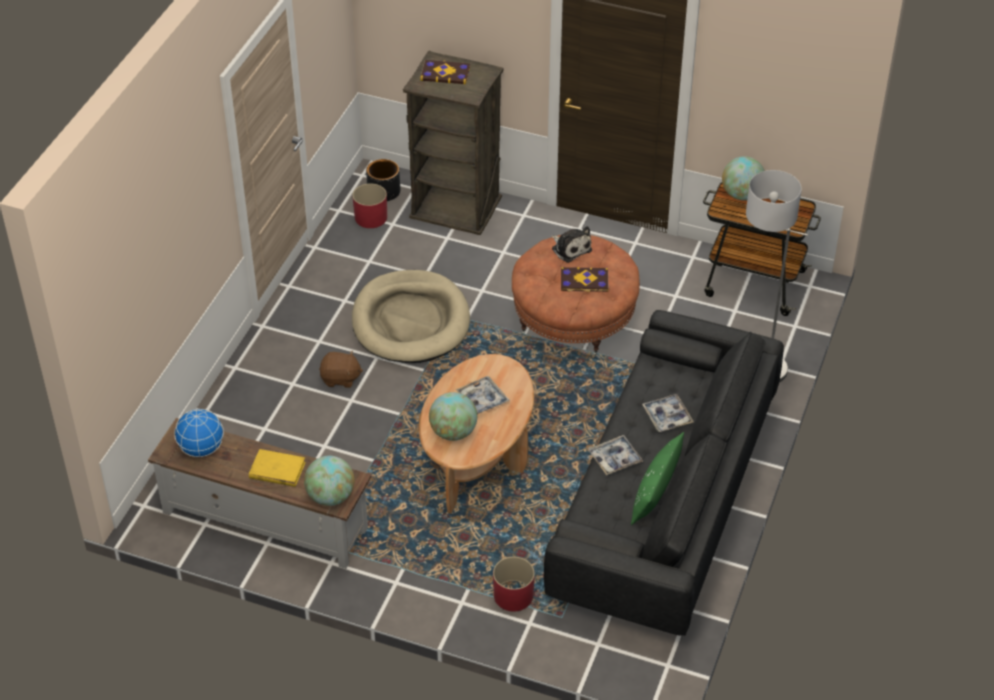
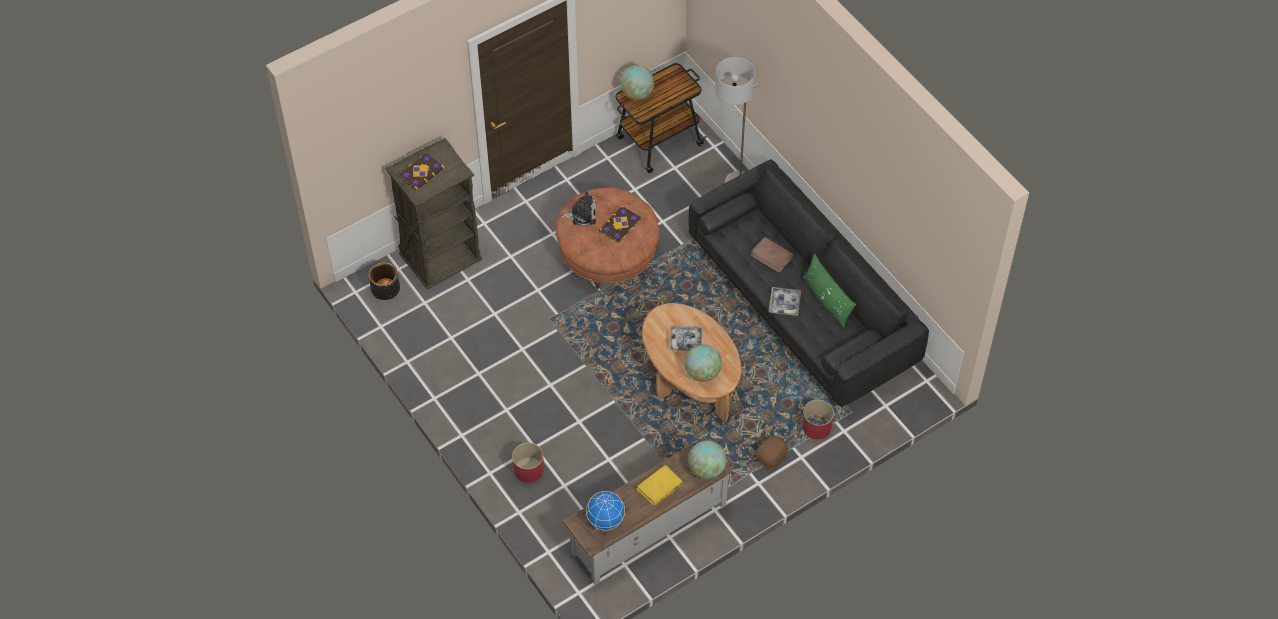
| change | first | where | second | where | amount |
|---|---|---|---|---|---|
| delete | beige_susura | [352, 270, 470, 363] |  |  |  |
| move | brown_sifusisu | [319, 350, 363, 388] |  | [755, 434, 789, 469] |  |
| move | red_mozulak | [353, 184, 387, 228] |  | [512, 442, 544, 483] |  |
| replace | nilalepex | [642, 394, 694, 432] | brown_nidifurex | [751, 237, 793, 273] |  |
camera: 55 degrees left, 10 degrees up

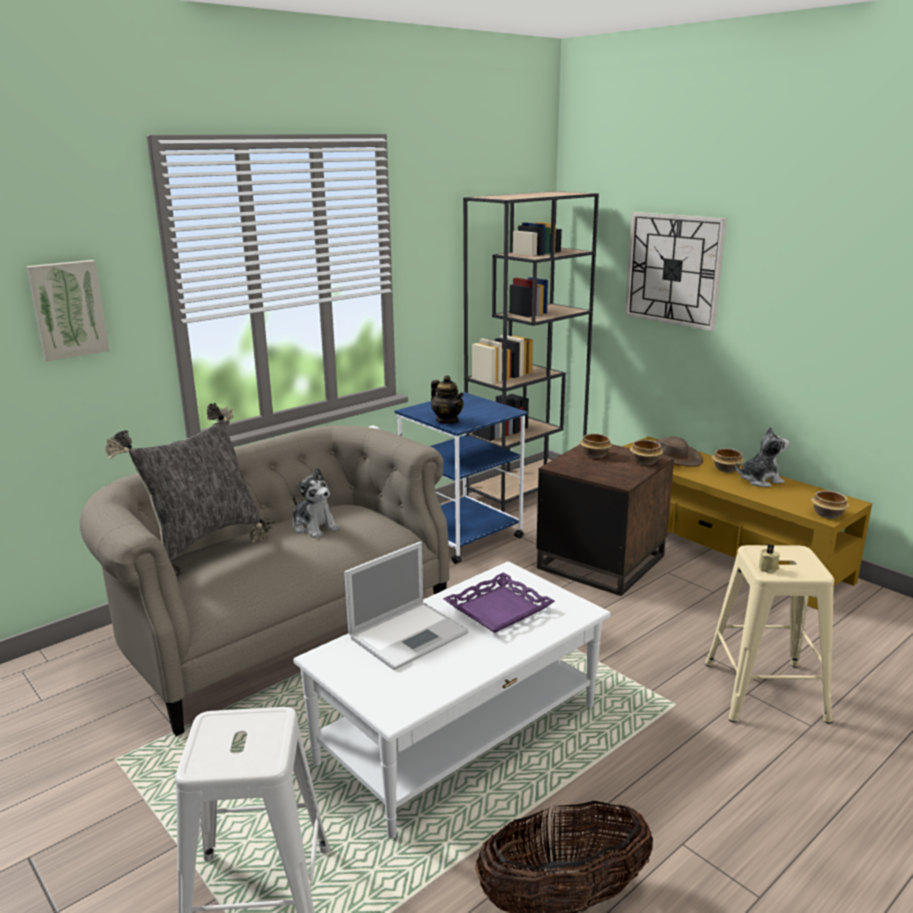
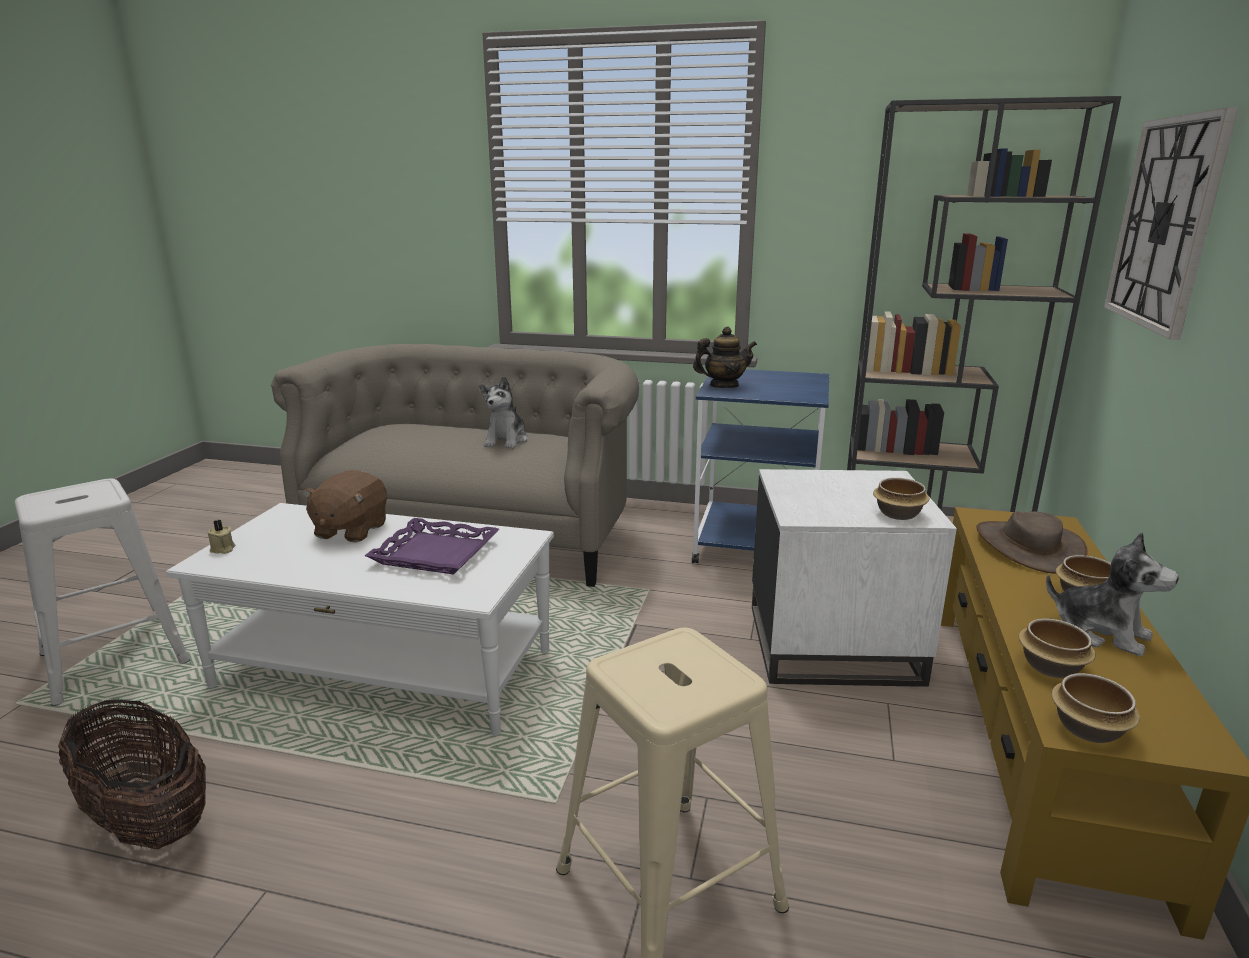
| change | first | where | second | where | amount |
|---|---|---|---|---|---|
| delete | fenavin | [26, 260, 110, 361] |  |  |  |
| delete | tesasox | [105, 403, 274, 576] |  |  |  |
| move | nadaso | [580, 434, 612, 458] |  | [1019, 618, 1096, 678] |  |
| move | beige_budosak | [759, 544, 780, 573] |  | [208, 520, 236, 554] |  |
| replace | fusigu | [344, 542, 469, 670] | brown_sifusisu | [302, 470, 387, 543] |  |
| recolor | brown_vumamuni | [536, 444, 674, 596] | white_vumamuni | [752, 469, 957, 687] |  |
| rotate | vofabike | [431, 375, 463, 424] |  | [693, 326, 757, 388] | 120 degrees counterclockwise |
camera: 55 degrees right, 0 degrees up

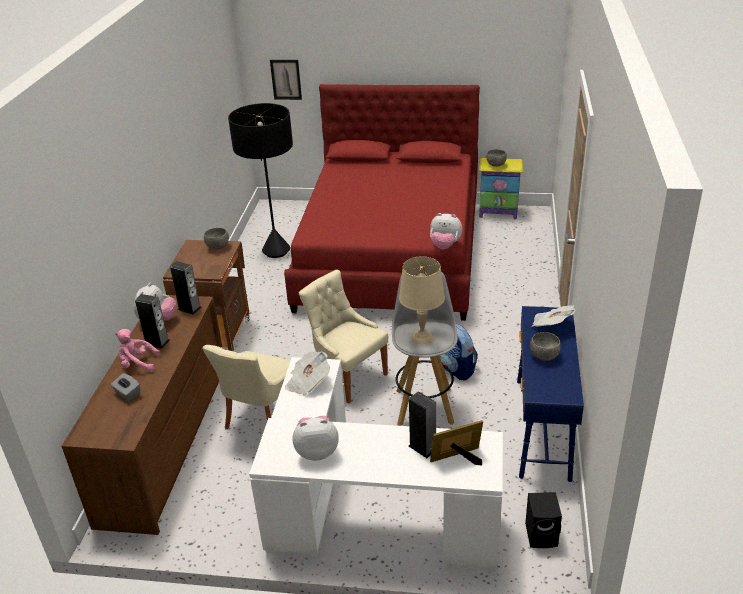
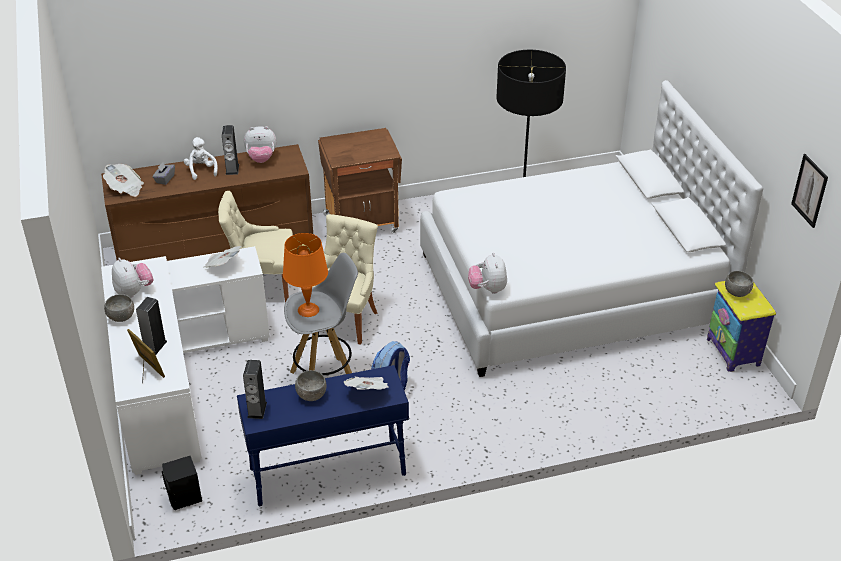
| change | first | where | second | where | amount |
|---|---|---|---|---|---|
| insert |  |  | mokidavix | [103, 164, 144, 197] |  |
| move | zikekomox | [170, 261, 202, 315] |  | [243, 360, 267, 419] |  |
| move | grey_nadaso | [204, 228, 229, 250] |  | [104, 294, 134, 322] |  |
| move | fenavin | [270, 60, 302, 100] |  | [791, 154, 828, 228] |  |
| recolor | pink_sifusisu | [115, 329, 160, 372] | white_sifusisu | [184, 137, 218, 180] |  |
| recolor | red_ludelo | [284, 84, 480, 321] | white_ludelo | [420, 80, 763, 377] |  |
| recolor | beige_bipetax | [399, 256, 445, 344] | orange_bipetax | [283, 233, 328, 317] |  |
camera: 65 degrees right, 5 degrees up

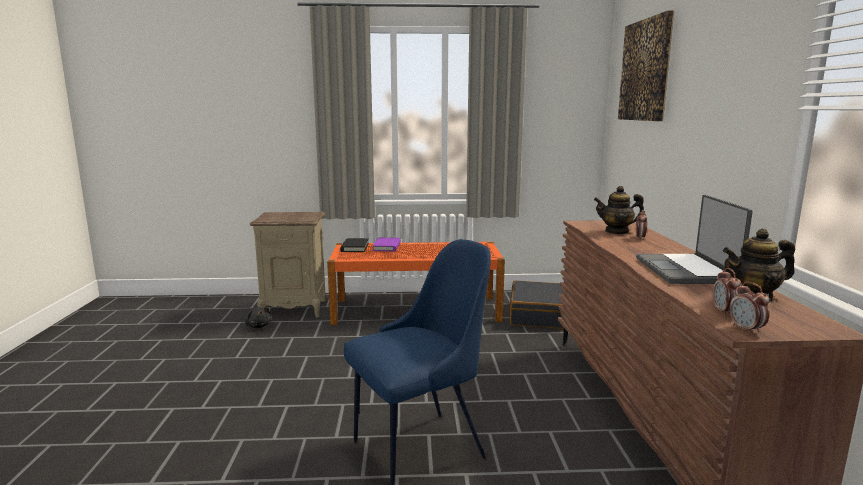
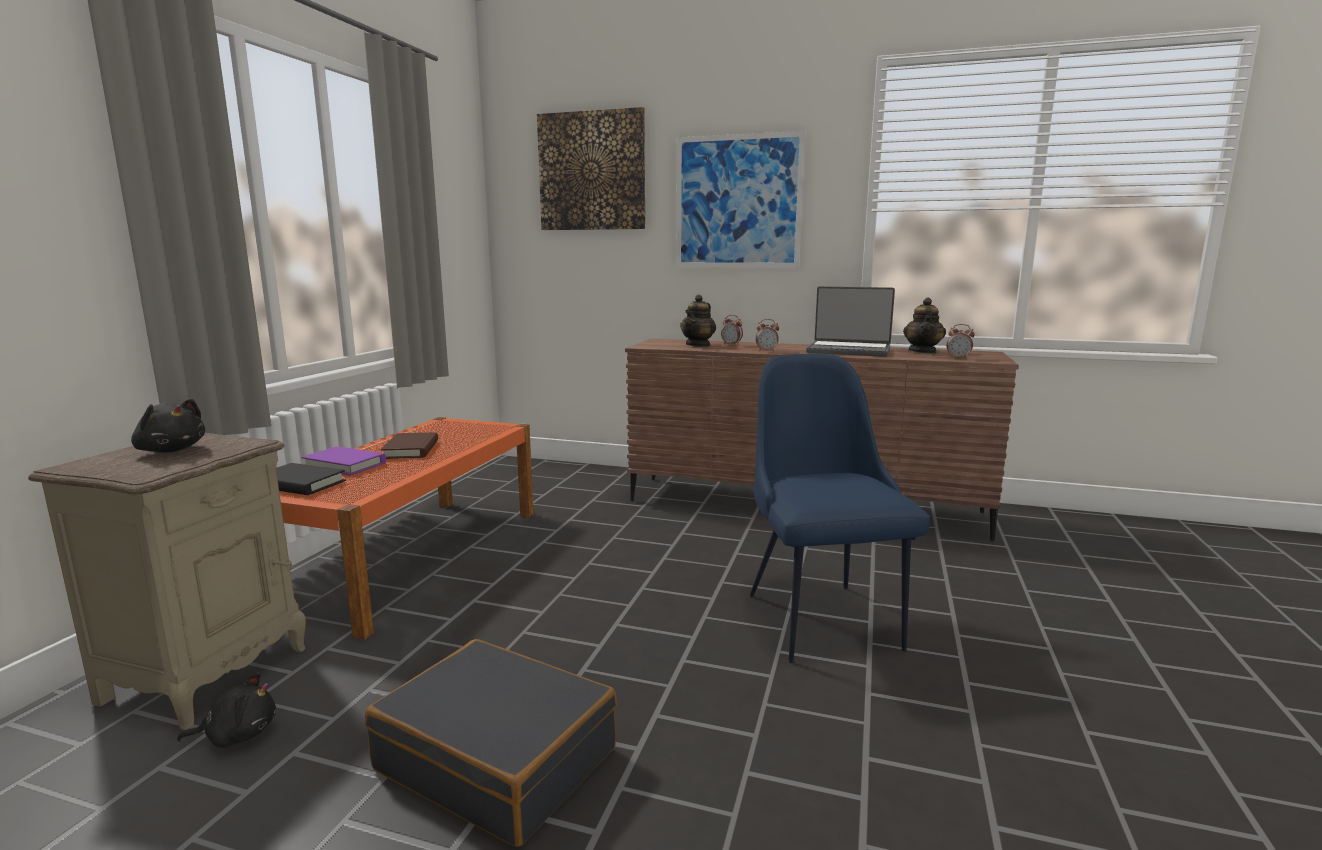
| change | first | where | second | where | amount |
|---|---|---|---|---|---|
| insert |  |  | black_sifusisu | [131, 399, 205, 453] |  |
| insert |  |  | brown_nidifurex | [380, 432, 438, 459] |  |
| insert |  |  | fenavin | [676, 131, 806, 268] |  |
| move | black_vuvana | [510, 280, 564, 329] |  | [365, 639, 617, 847] |  |
| move | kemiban | [729, 282, 770, 335] |  | [755, 319, 779, 352] |  |
camera: 70 degrees left, 0 degrees up

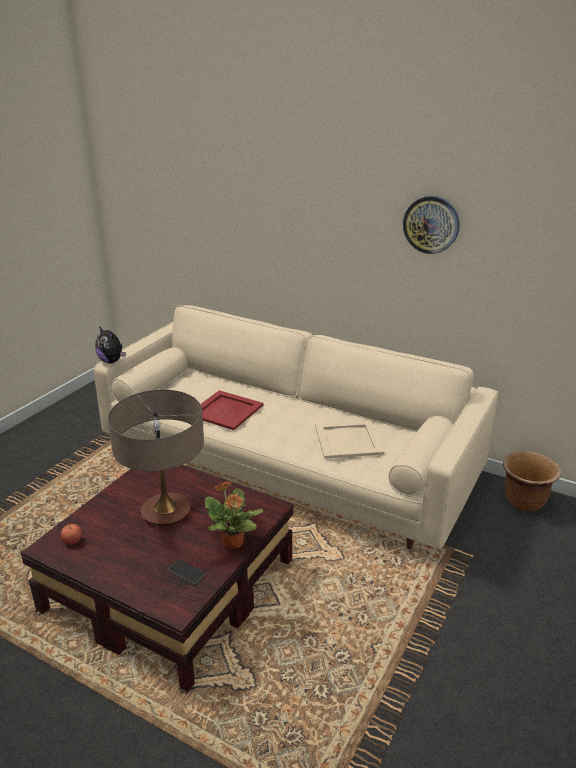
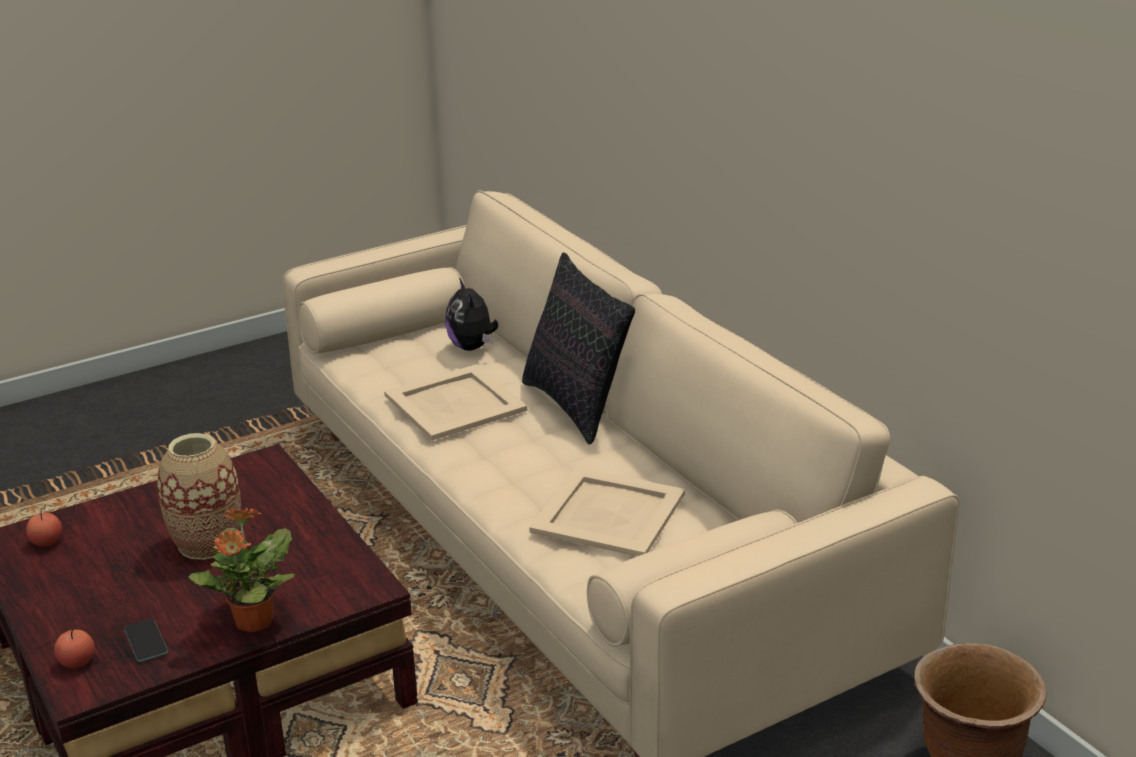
| change | first | where | second | where | amount |
|---|---|---|---|---|---|
| delete | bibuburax | [403, 196, 459, 254] |  |  |  |
| insert |  |  | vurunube | [54, 629, 95, 668] |  |
| insert |  |  | black_tesasox | [522, 252, 635, 445] |  |
| move | sifusisu | [95, 326, 126, 363] |  | [445, 278, 498, 351] |  |
| replace | bipetax | [108, 390, 204, 526] | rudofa | [157, 433, 241, 560] |  |
| recolor | red_nilalepex | [201, 390, 264, 430] | beige_nilalepex | [384, 364, 527, 440] |  |
camera: 30 degrees right, 0 degrees up

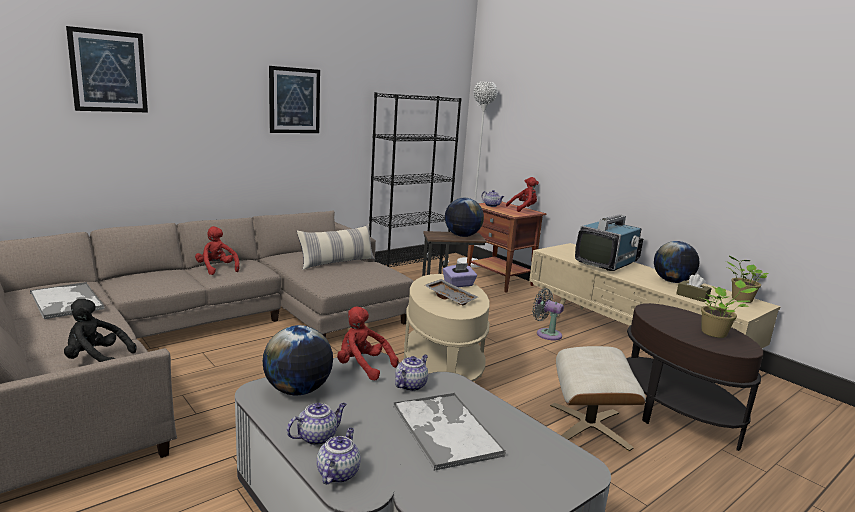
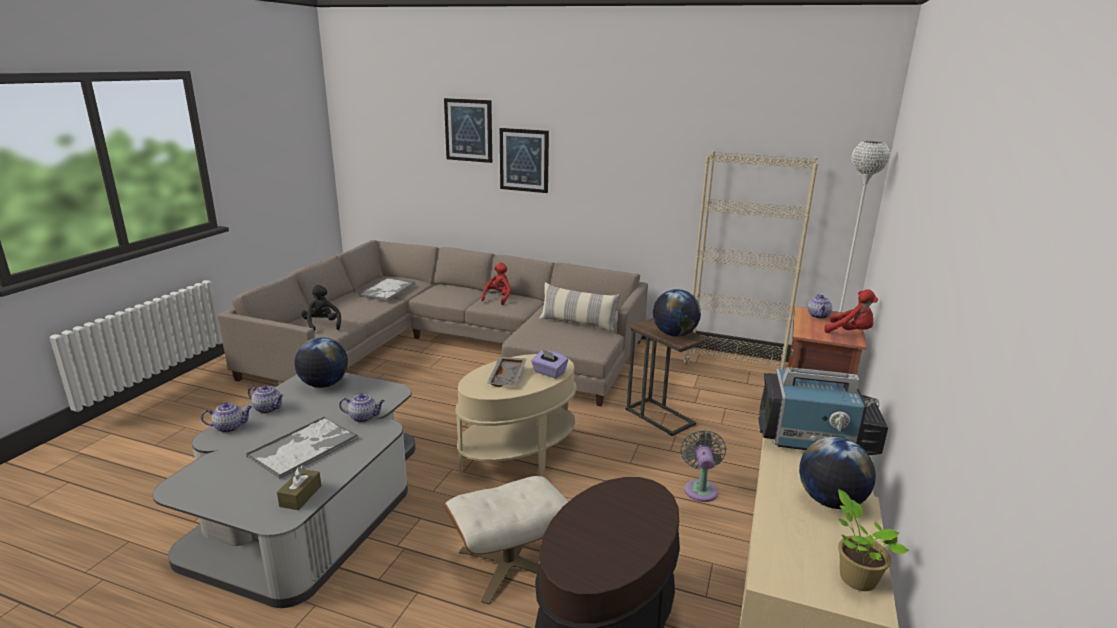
| change | first | where | second | where | amount |
|---|---|---|---|---|---|
| delete | red_sifusisu | [337, 306, 399, 381] |  |  |  |
| delete | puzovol | [698, 280, 757, 338] |  |  |  |
| move | fenavin | [269, 66, 320, 133] |  | [500, 128, 549, 193] |  |
| move | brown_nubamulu | [676, 274, 712, 302] |  | [277, 465, 321, 510] |  |
| recolor | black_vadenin | [369, 92, 462, 268] | beige_vadenin | [684, 151, 818, 370] |  |
camera: 60 degrees right, 5 degrees up

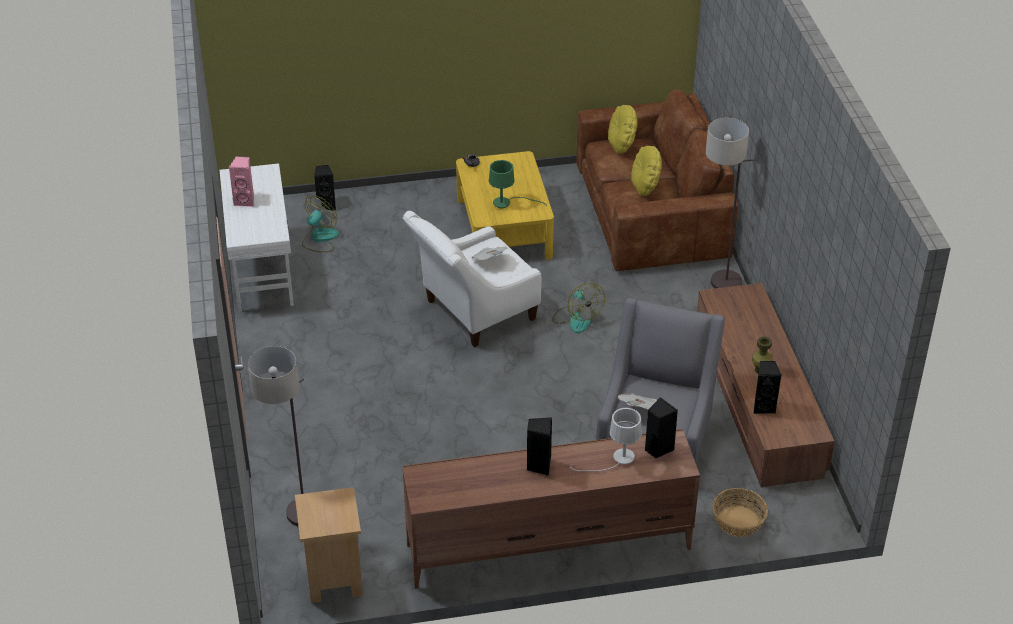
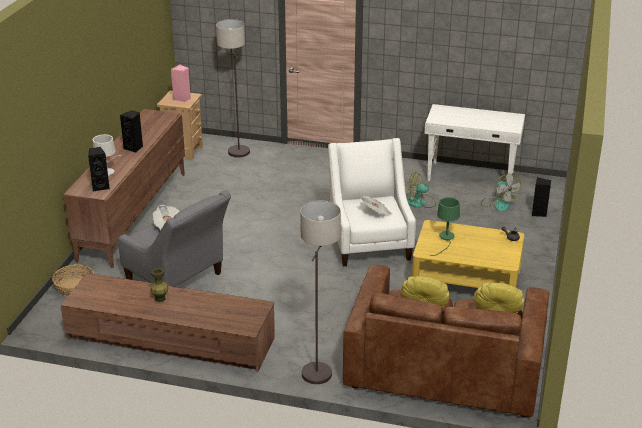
| change | first | where | second | where | amount |
|---|---|---|---|---|---|
| delete | black_zikekomox | [753, 361, 781, 414] |  |  |  |
| move | pink_zikekomox | [228, 156, 254, 207] |  | [171, 64, 191, 102] |  |
| move | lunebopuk | [552, 283, 605, 333] |  | [407, 172, 436, 208] |  |
camera: 115 degrees right, 10 degrees down

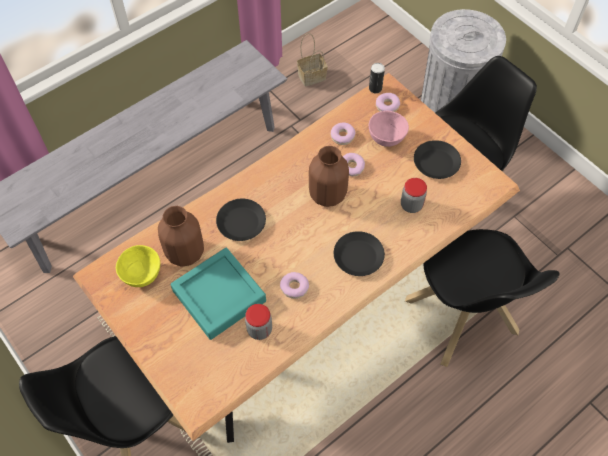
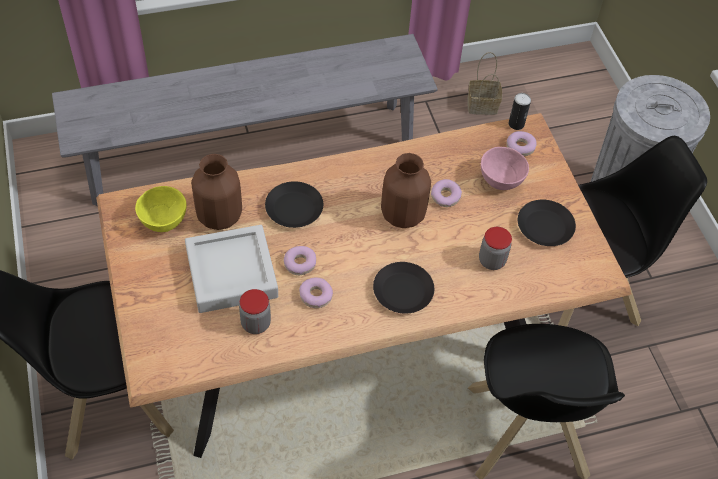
| change | first | where | second | where | amount |
|---|---|---|---|---|---|
| move | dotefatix | [331, 123, 356, 145] |  | [284, 246, 316, 275] |  |
| recolor | turquoise_nilalepex | [170, 248, 266, 340] | grey_nilalepex | [185, 225, 278, 313] |  |
camera: 20 degrees right, 5 degrees down

